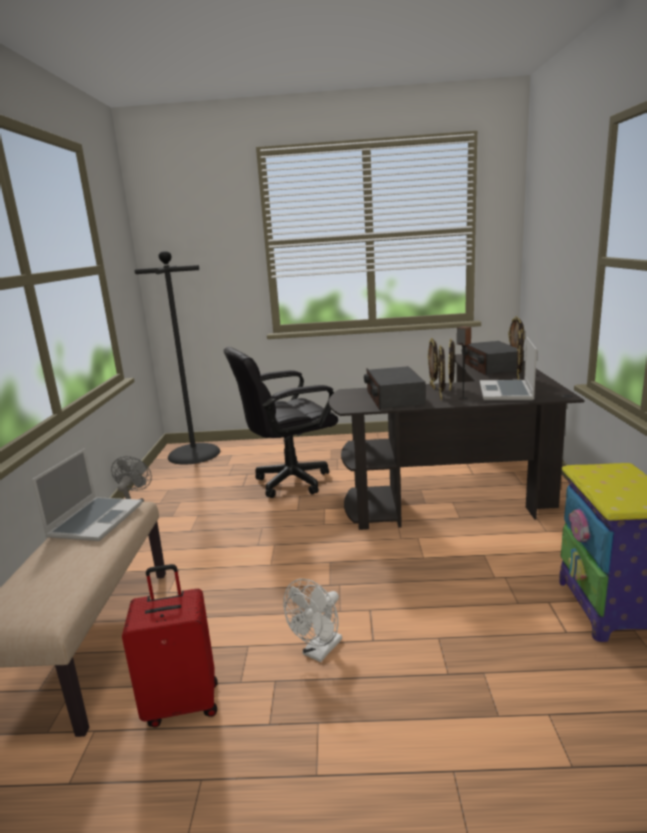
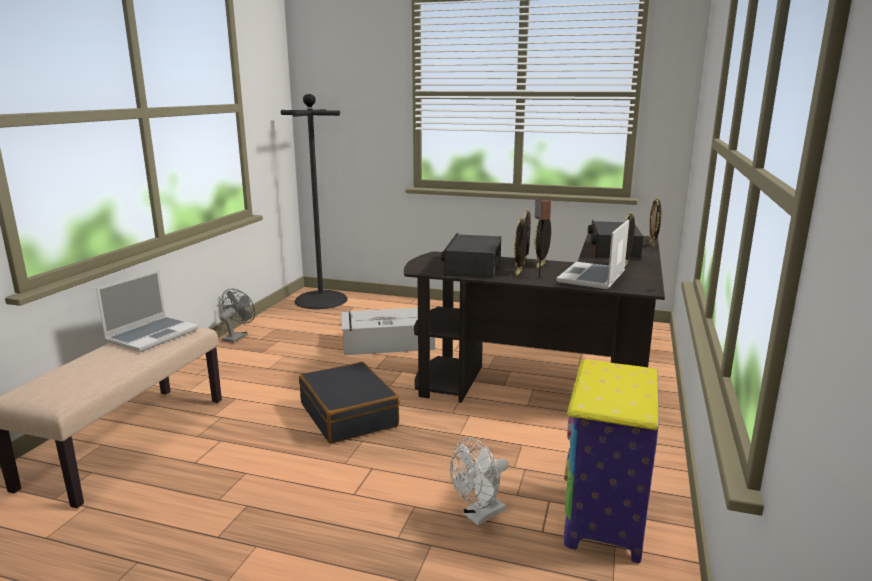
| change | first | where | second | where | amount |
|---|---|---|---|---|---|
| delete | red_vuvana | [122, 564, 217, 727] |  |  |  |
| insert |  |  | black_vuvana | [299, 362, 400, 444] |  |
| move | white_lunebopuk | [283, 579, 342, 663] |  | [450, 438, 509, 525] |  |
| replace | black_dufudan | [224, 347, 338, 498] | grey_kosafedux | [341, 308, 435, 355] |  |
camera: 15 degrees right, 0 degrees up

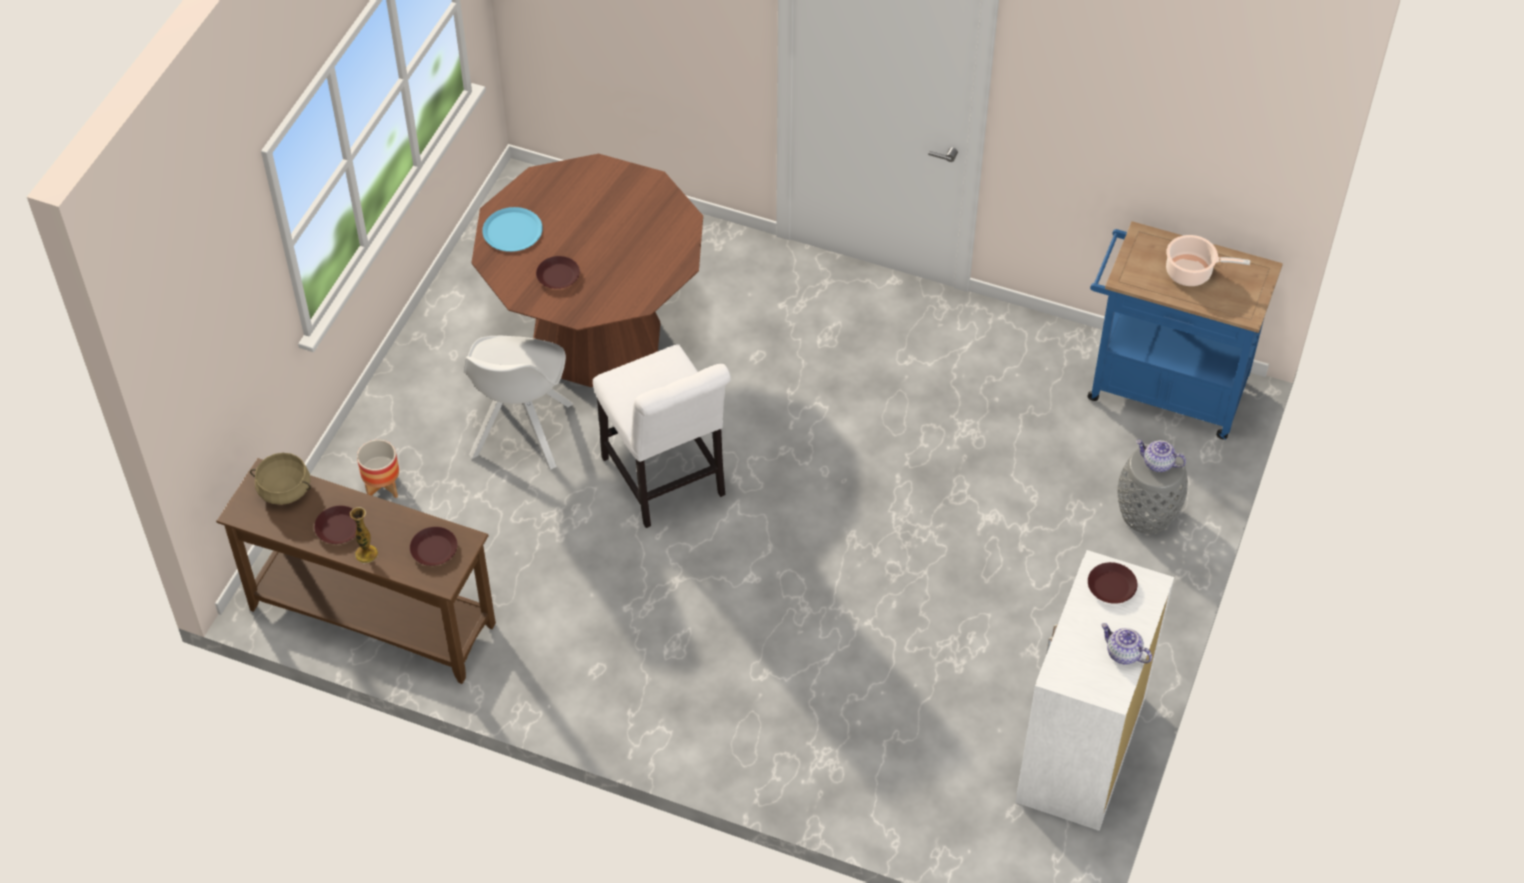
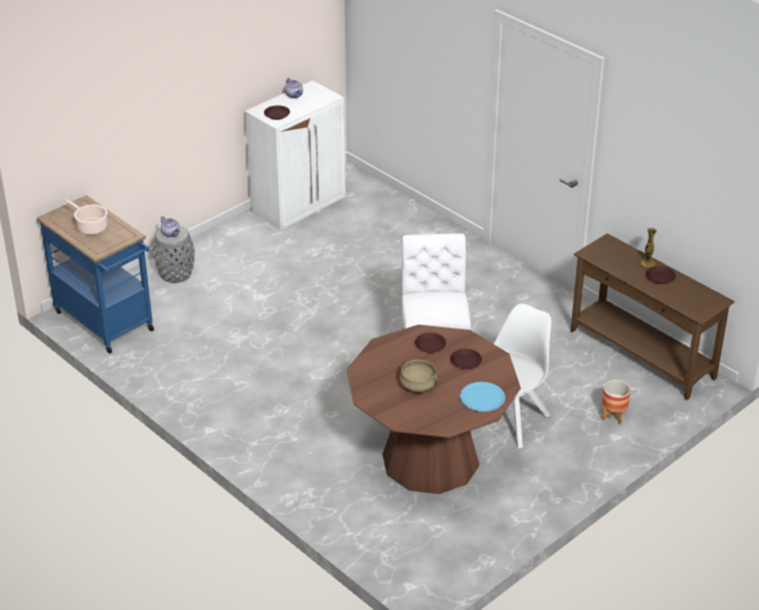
| change | first | where | second | where | amount |
|---|---|---|---|---|---|
| move | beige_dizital | [250, 453, 311, 505] |  | [399, 360, 437, 392] |  |
| move | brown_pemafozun | [410, 527, 458, 566] |  | [415, 333, 446, 353] |  |
camera: 155 degrees left, 15 degrees down

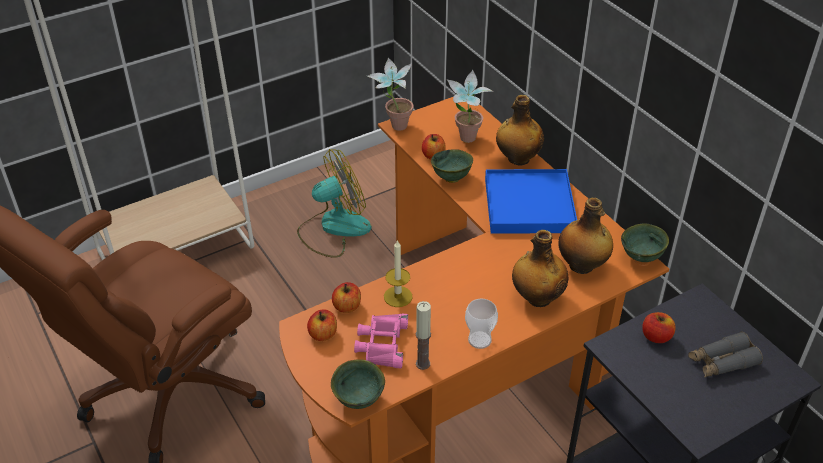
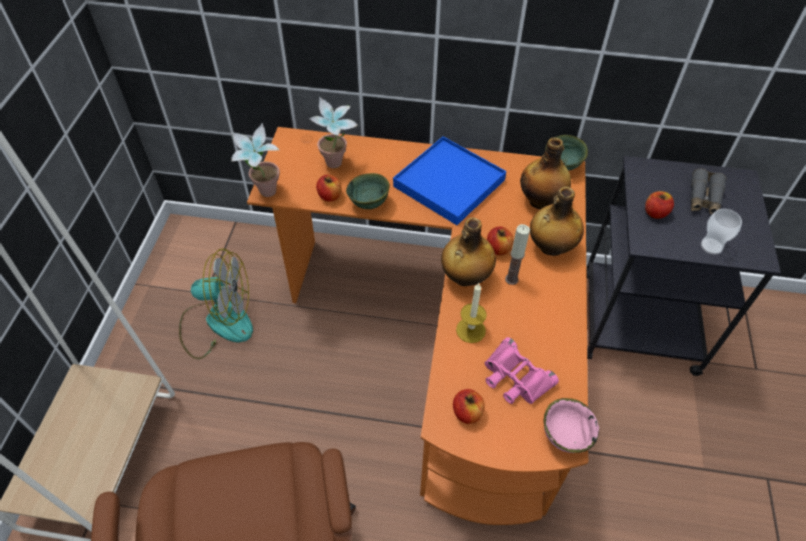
| change | first | where | second | where | amount |
|---|---|---|---|---|---|
| move | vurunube | [332, 282, 361, 313] |  | [487, 226, 514, 255] |  |
| move | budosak | [416, 301, 431, 370] |  | [505, 224, 530, 285] |  |
| move | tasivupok | [465, 299, 498, 349] |  | [701, 209, 742, 255] |  |
| move | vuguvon | [496, 95, 544, 166] |  | [441, 217, 496, 286] |  |
| recolor | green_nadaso | [331, 359, 385, 409] | pink_nadaso | [544, 398, 599, 453] |  |
| rotate | lunebopuk | [297, 149, 372, 258] |  | [179, 248, 253, 359] | 75 degrees clockwise |
camera: 50 degrees left, 10 degrees up

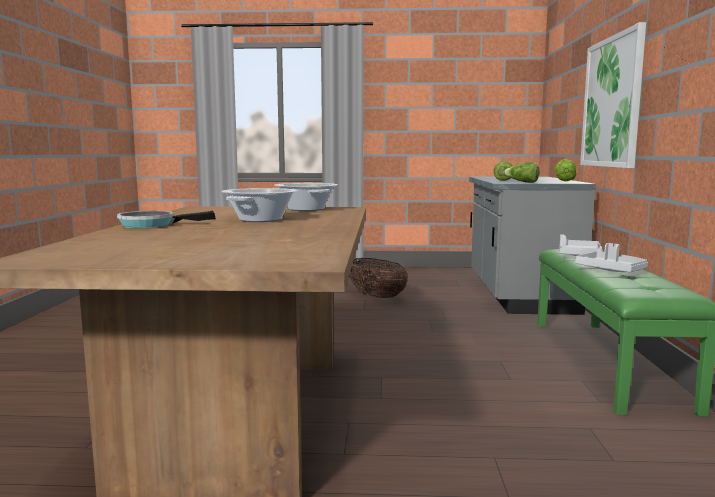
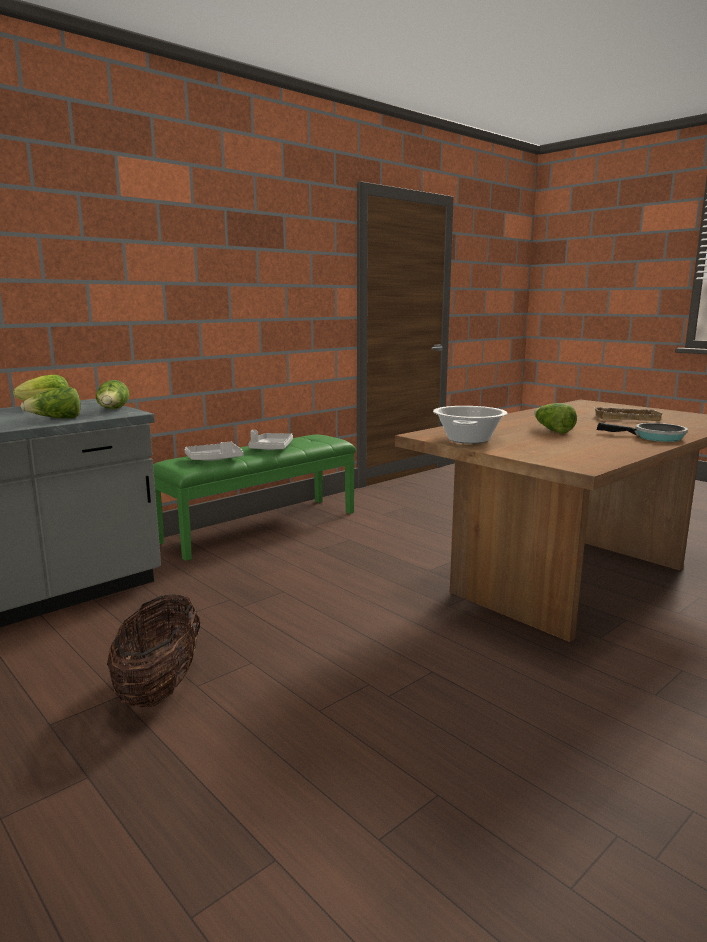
| change | first | where | second | where | amount |
|---|---|---|---|---|---|
| delete | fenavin | [580, 22, 646, 168] |  |  |  |
| insert |  |  | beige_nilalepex | [594, 407, 664, 421] |  |
| replace | dizital | [222, 188, 298, 222] | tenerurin | [534, 403, 577, 434] |  |
camera: 135 degrees left, 5 degrees up

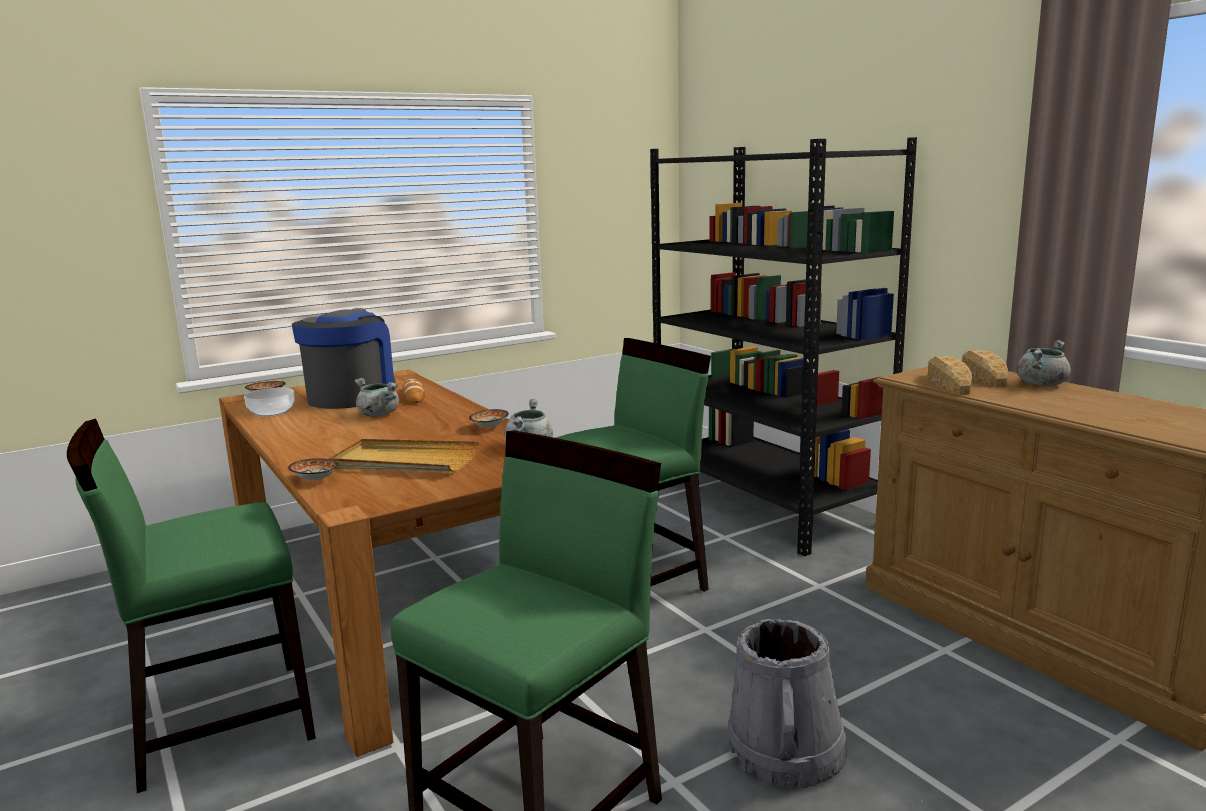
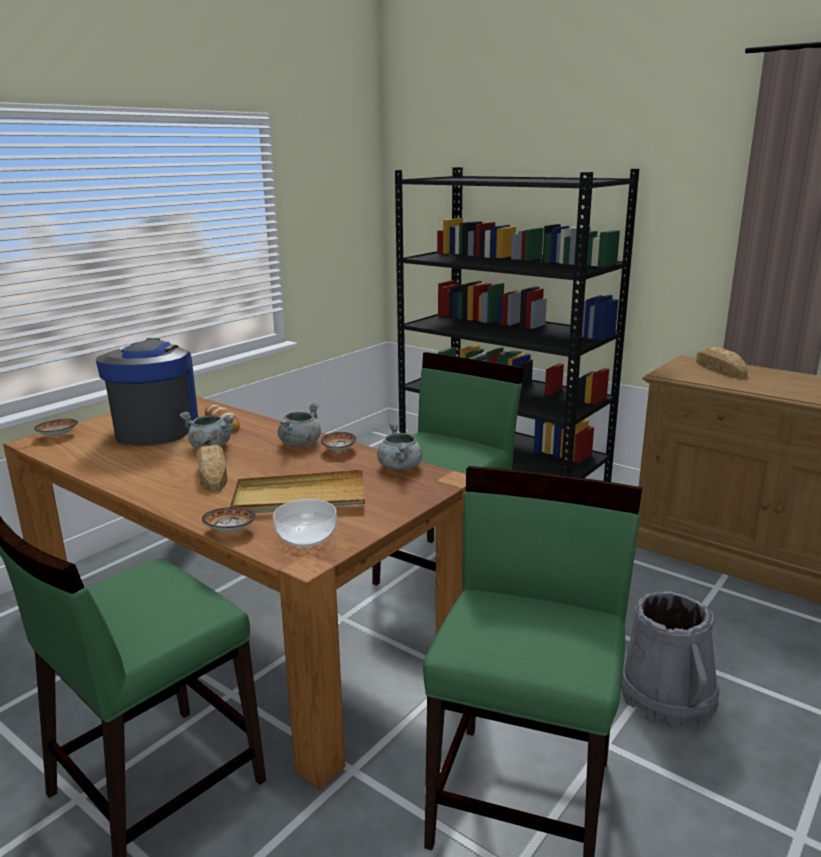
| change | first | where | second | where | amount |
|---|---|---|---|---|---|
| move | nadaso | [244, 388, 295, 417] |  | [273, 499, 337, 547] |  |
| move | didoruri | [927, 356, 972, 395] |  | [197, 445, 228, 492] |  |
| move | grey_dizital | [1016, 340, 1071, 386] |  | [278, 403, 321, 447] |  |
camera: 20 degrees left, 5 degrees up

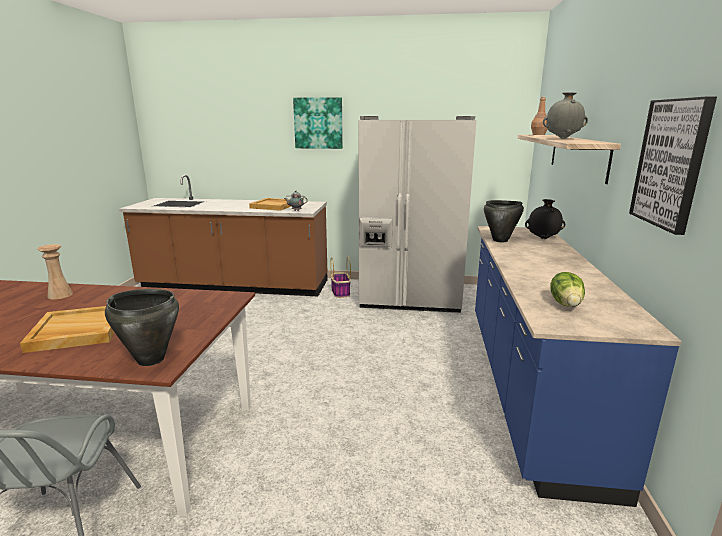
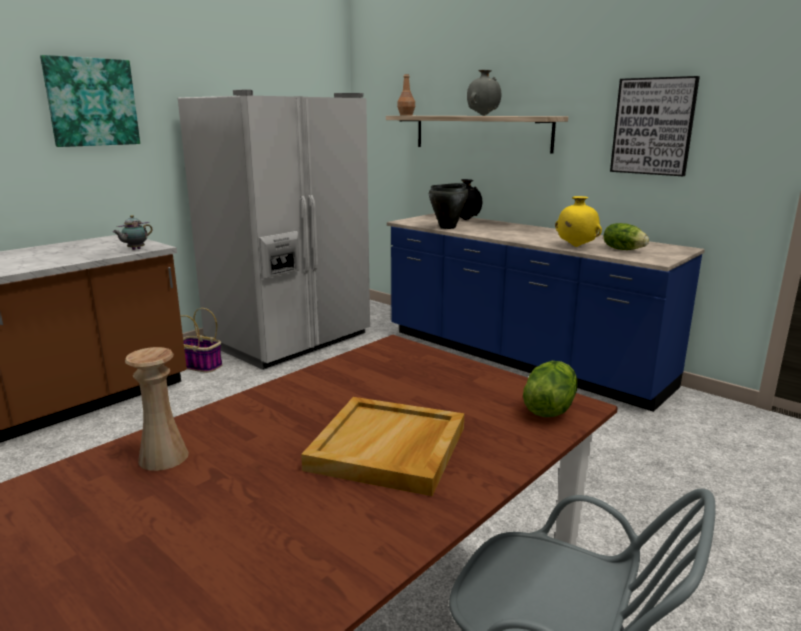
| change | first | where | second | where | amount |
|---|---|---|---|---|---|
| delete | beige_nilalepex | [249, 198, 291, 211] |  |  |  |
| insert |  |  | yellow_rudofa | [555, 196, 602, 247] |  |
| replace | black_dizital | [105, 289, 179, 366] | tenerurin | [523, 361, 578, 417] |  |
camera: 55 degrees left, 0 degrees up

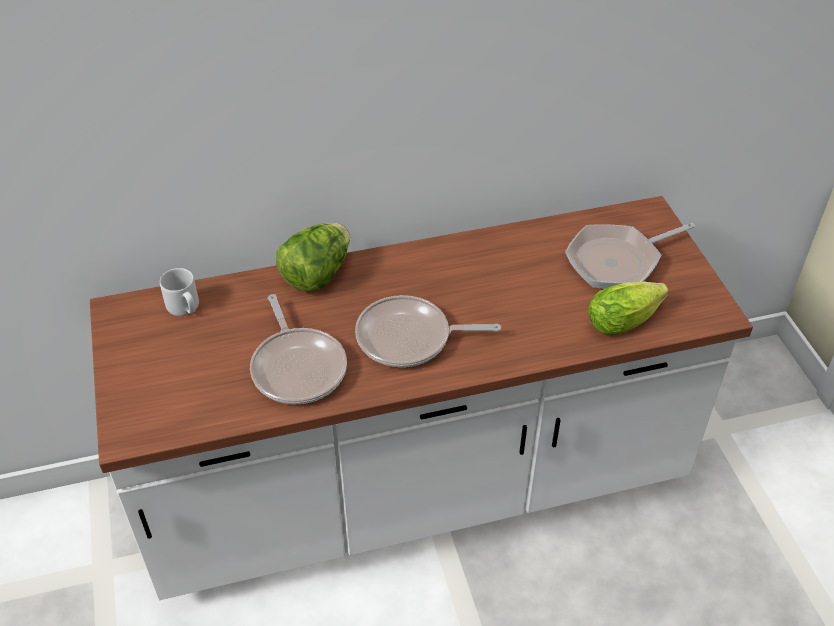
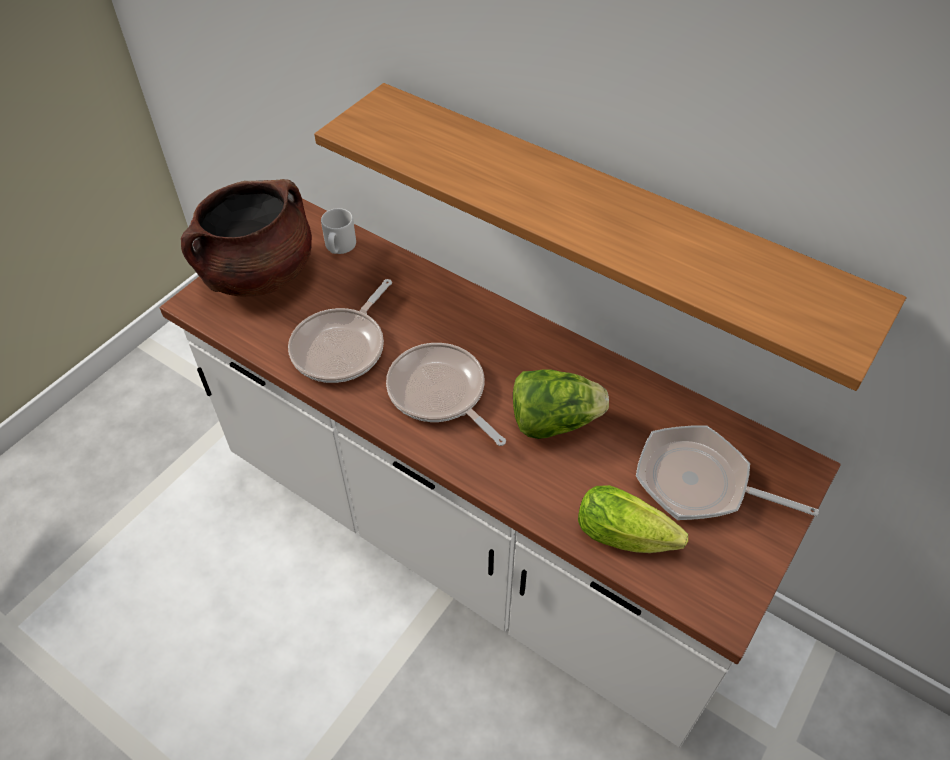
| change | first | where | second | where | amount |
|---|---|---|---|---|---|
| insert |  |  | brown_dizital | [181, 179, 312, 297] |  |
| insert |  |  | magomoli | [314, 83, 906, 391] |  |
| move | tenerurin | [276, 223, 350, 292] |  | [513, 369, 609, 439] |  |
camera: 50 degrees right, 5 degrees up

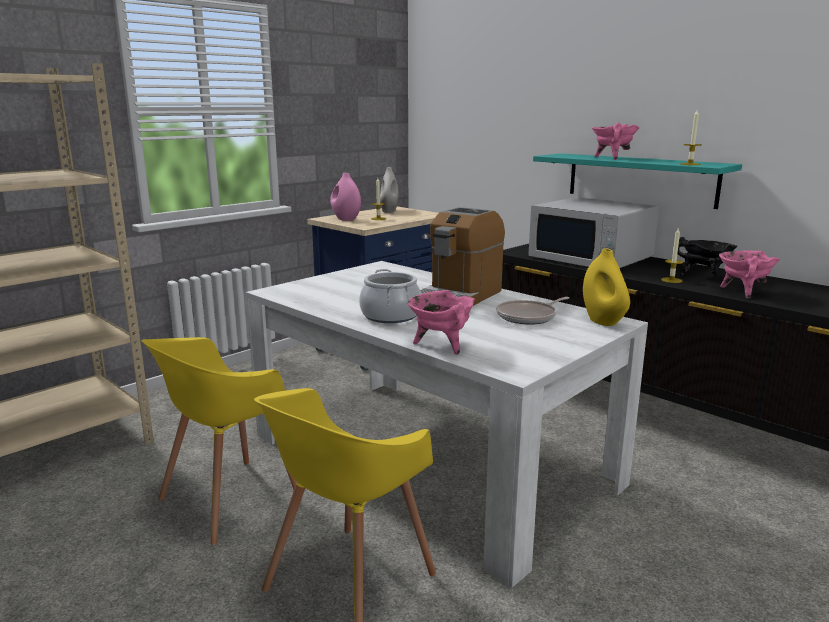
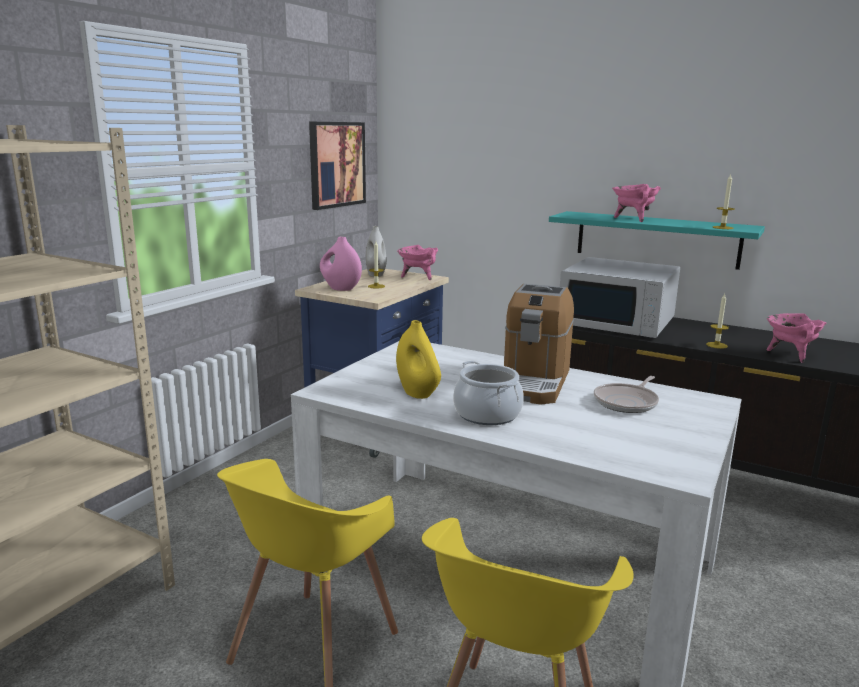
| change | first | where | second | where | amount |
|---|---|---|---|---|---|
| delete | black_dizital | [677, 237, 737, 276] |  |  |  |
| insert |  |  | fenavin | [309, 122, 366, 210] |  |
| move | pink_dizital | [407, 290, 475, 355] |  | [397, 245, 438, 280] |  |
| move | yellow_rudofa | [583, 248, 630, 326] |  | [396, 320, 441, 399] |  |
camera: 15 degrees left, 0 degrees up

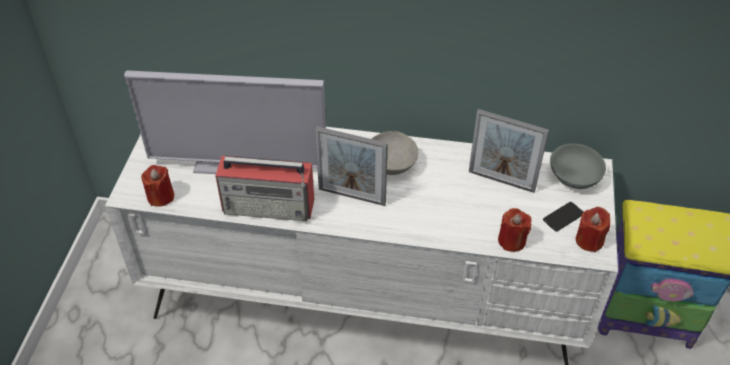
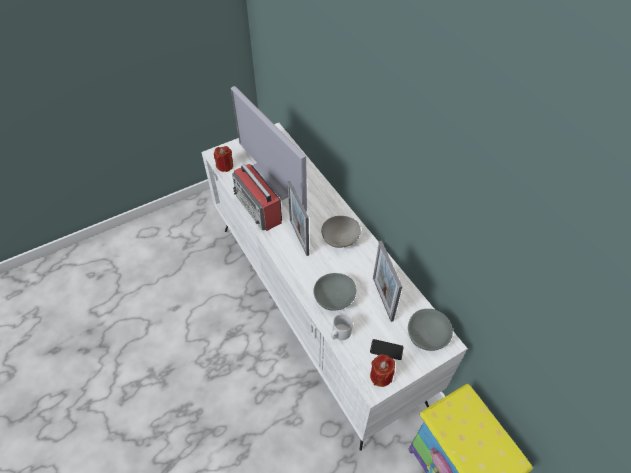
| change | first | where | second | where | amount |
|---|---|---|---|---|---|
| insert |  |  | grey_nadaso | [314, 273, 356, 311] |  |
| replace | red_budosak | [498, 208, 532, 252] | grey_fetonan | [331, 314, 353, 340] |  |
camera: 50 degrees right, 5 degrees up

